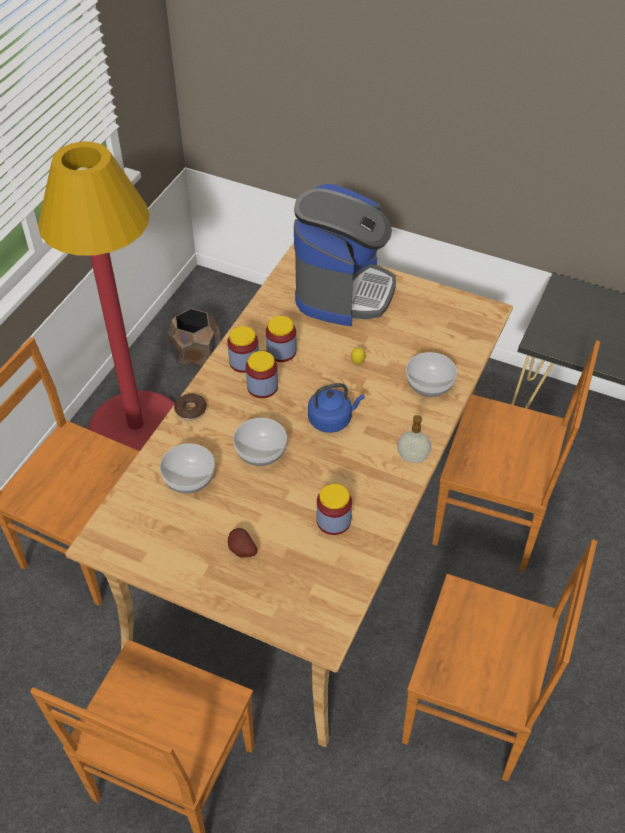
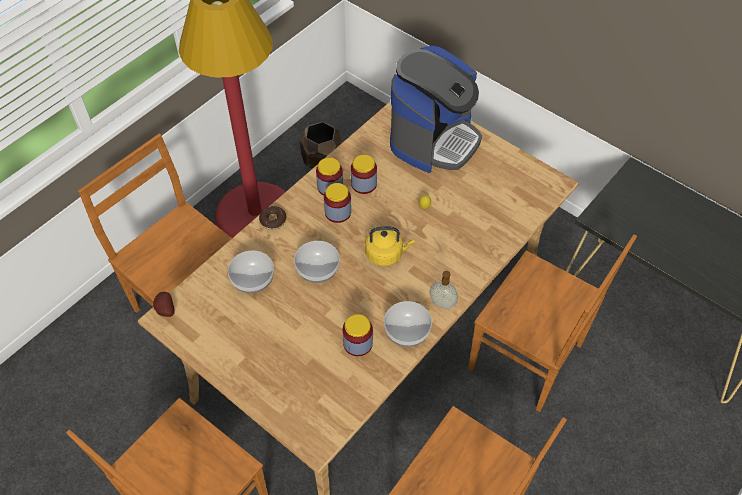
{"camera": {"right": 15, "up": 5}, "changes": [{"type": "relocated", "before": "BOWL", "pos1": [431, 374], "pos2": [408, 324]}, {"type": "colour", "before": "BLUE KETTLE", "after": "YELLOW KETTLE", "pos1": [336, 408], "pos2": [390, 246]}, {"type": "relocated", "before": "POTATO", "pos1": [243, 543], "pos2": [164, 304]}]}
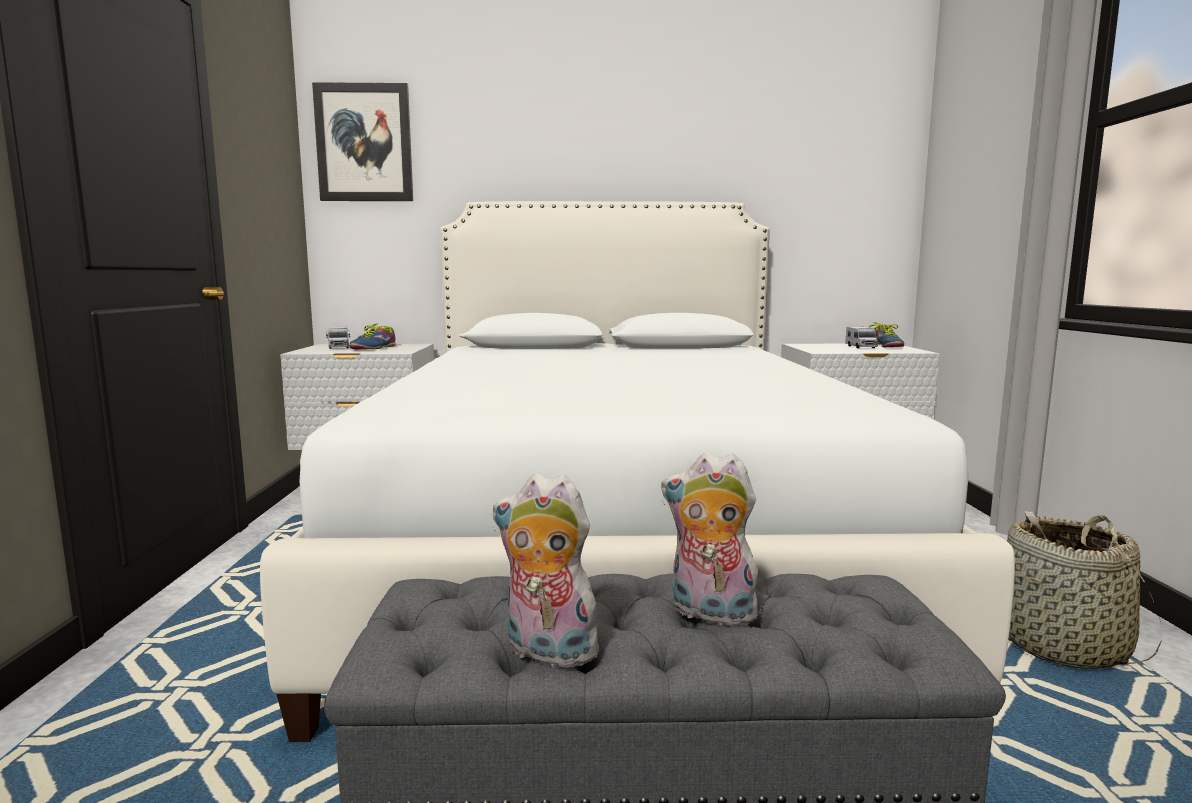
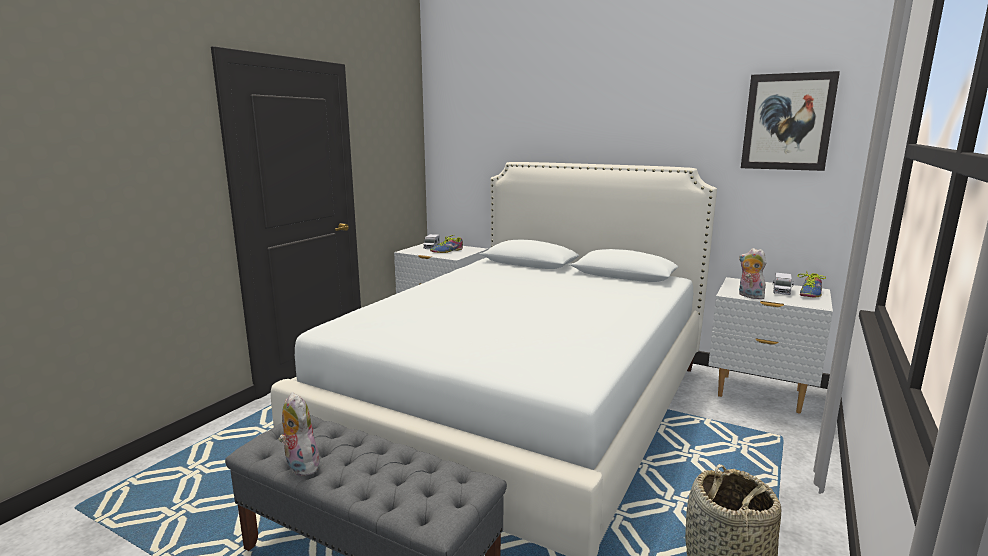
{"camera": {"right": 30, "up": 5}, "changes": [{"type": "relocated", "before": "PICTURE", "pos1": [362, 141], "pos2": [790, 121]}, {"type": "relocated", "before": "PLUSH TOY", "pos1": [711, 539], "pos2": [753, 273]}]}
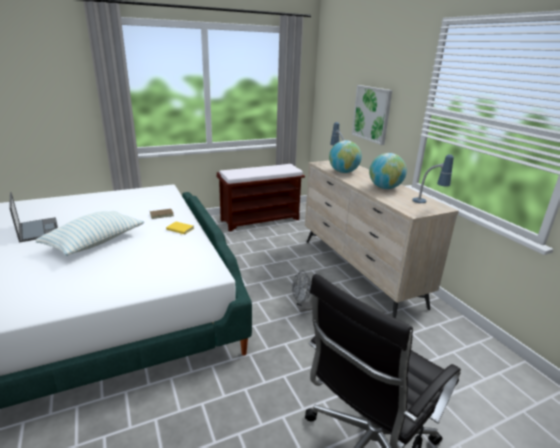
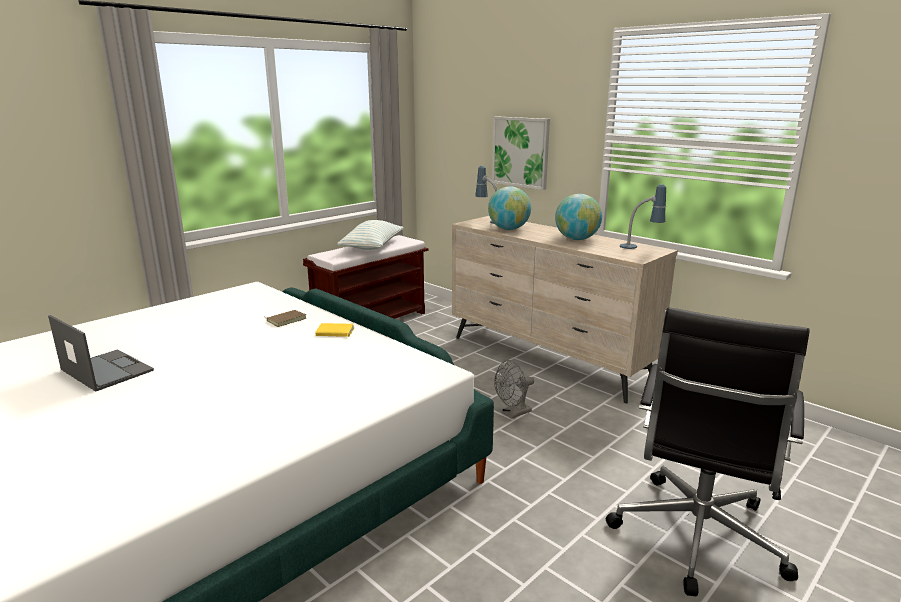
{"camera": {"right": -20, "up": -5}, "changes": [{"type": "relocated", "before": "PILLOW", "pos1": [90, 233], "pos2": [370, 235]}]}
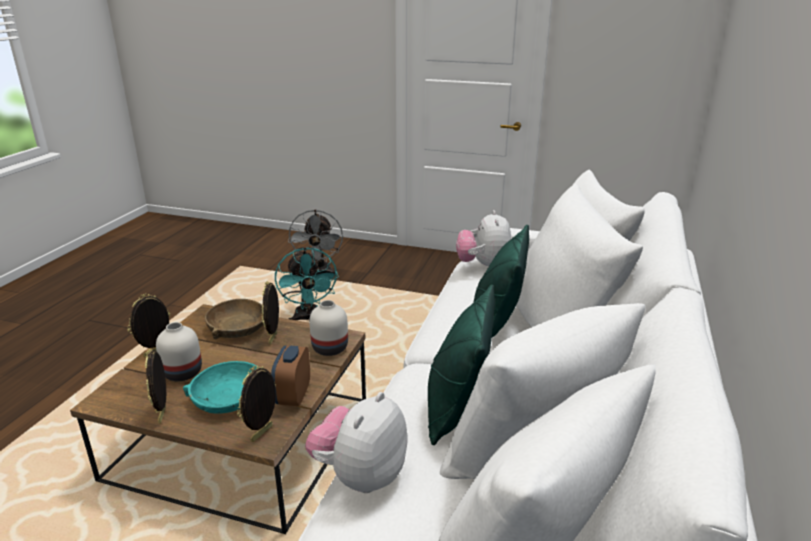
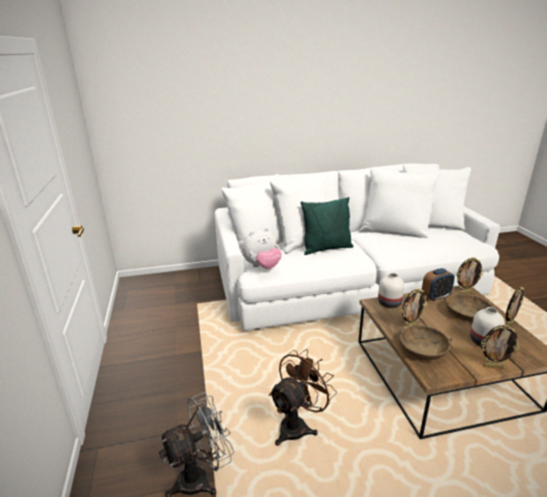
{"camera": {"right": -120, "up": 0}, "changes": [{"type": "colour", "before": "TURQUOISE FAN", "after": "BROWN FAN", "pos1": [307, 283], "pos2": [303, 397]}, {"type": "missing", "before": "GREEN PILLOW", "pos1": [461, 365]}, {"type": "colour", "before": "TURQUOISE BOWL", "after": "BROWN BOWL", "pos1": [220, 387], "pos2": [469, 308]}, {"type": "missing", "before": "PLUSH TOY", "pos1": [356, 442]}]}
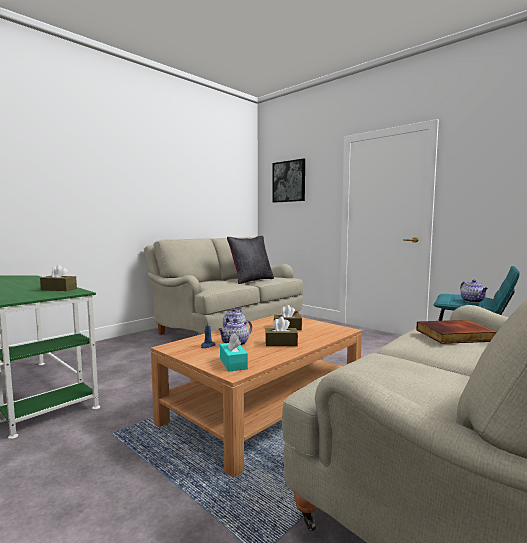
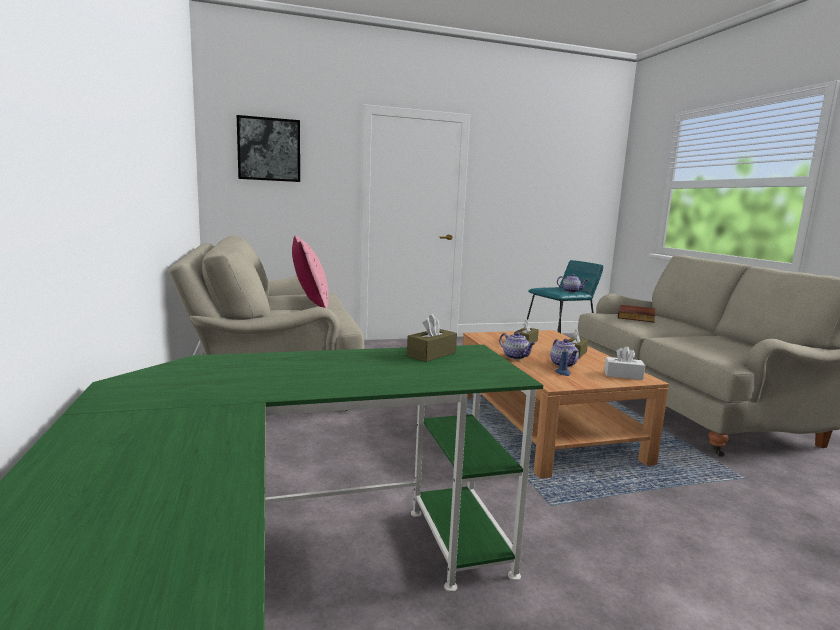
{"camera": {"right": -60, "up": 5}, "changes": [{"type": "colour", "before": "BLACK PILLOW", "after": "PINK PILLOW", "pos1": [250, 260], "pos2": [310, 272]}, {"type": "colour", "before": "TURQUOISE TISSUE BOX", "after": "WHITE TISSUE BOX", "pos1": [234, 352], "pos2": [624, 363]}]}
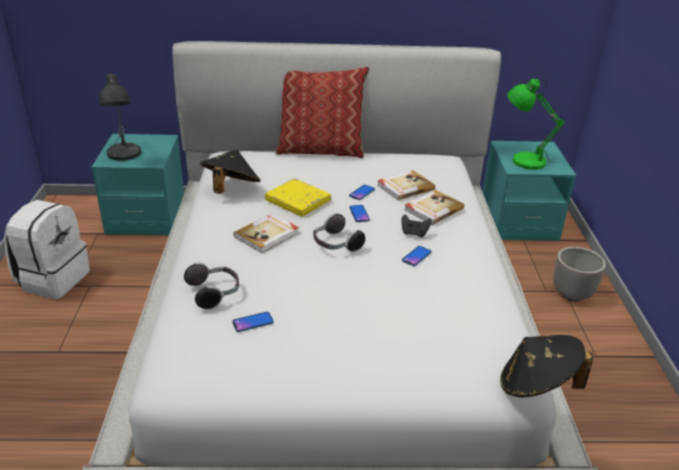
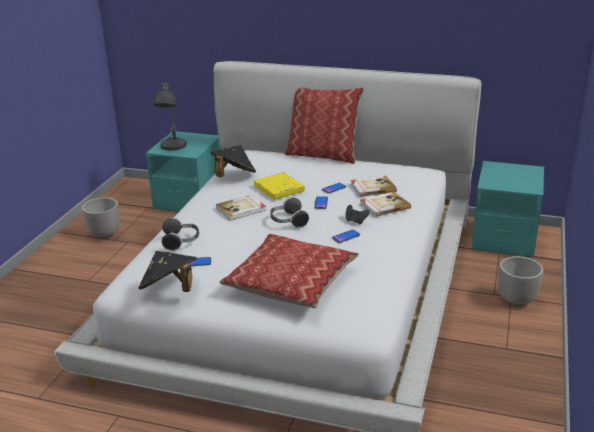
{"camera": {"right": 20, "up": -5}, "changes": [{"type": "missing", "before": "GREEN TABLE LAMP", "pos1": [536, 124]}, {"type": "exchanged", "before": "WHITE BACKPACK", "after": "PLANTER", "pos1": [47, 249], "pos2": [101, 218]}, {"type": "relocated", "before": "BLACK HAT", "pos1": [546, 366], "pos2": [167, 271]}, {"type": "appeared", "after": "PILLOW", "pos2": [289, 271]}]}
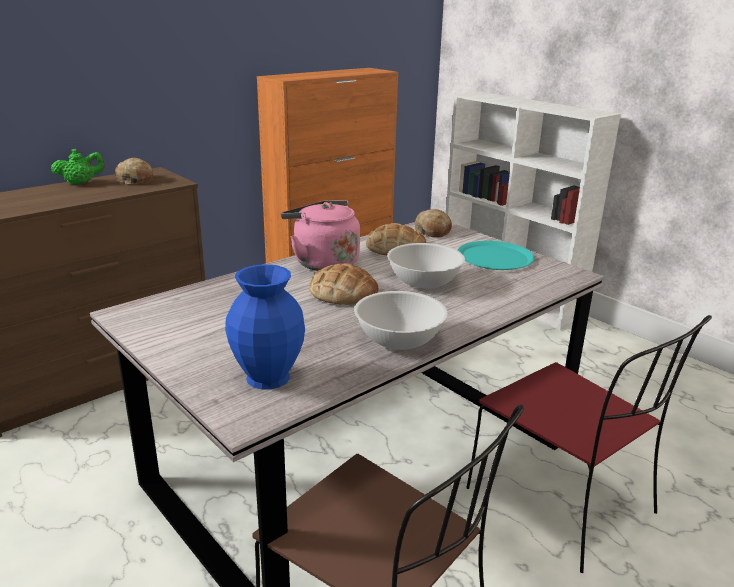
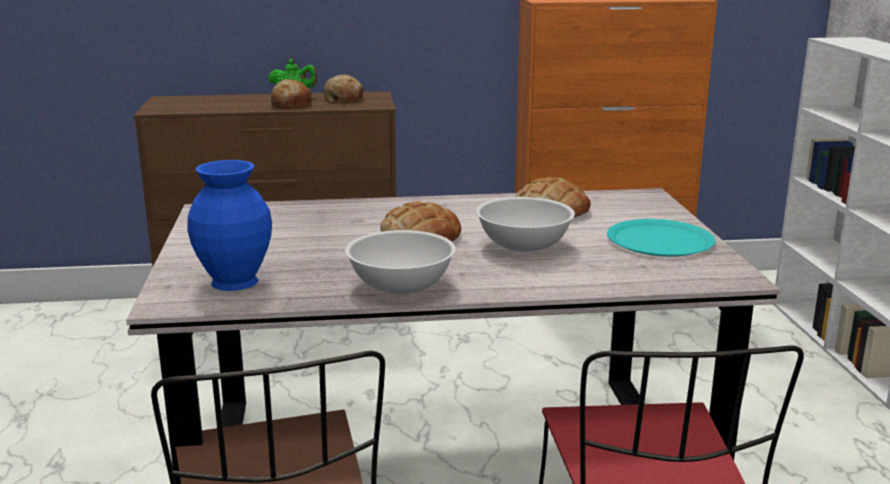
{"camera": {"right": 35, "up": -5}, "changes": [{"type": "missing", "before": "PINK KETTLE", "pos1": [320, 235]}, {"type": "relocated", "before": "BREAD", "pos1": [433, 223], "pos2": [291, 94]}]}
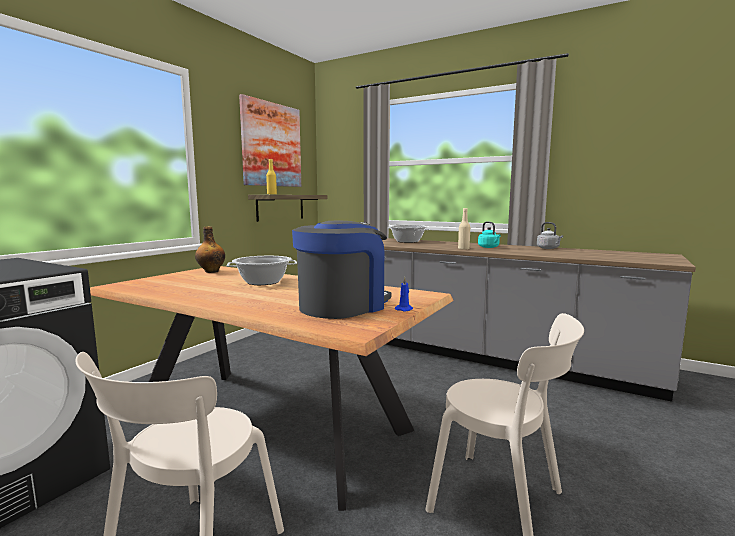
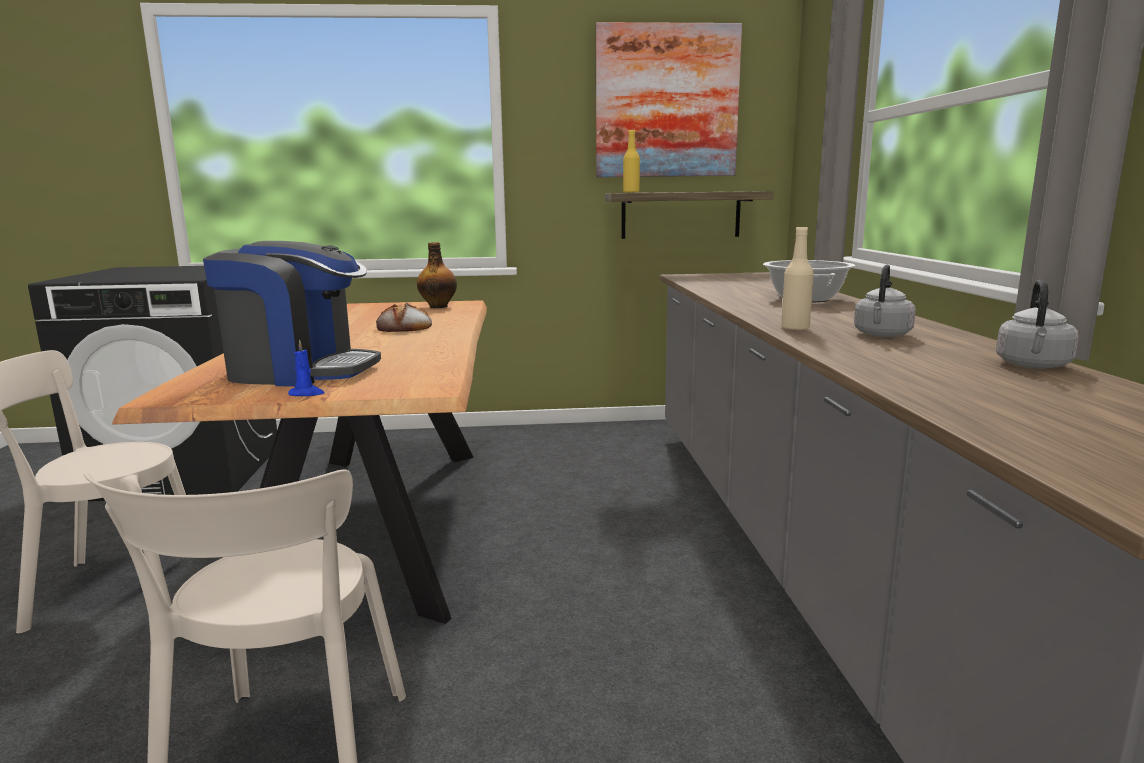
{"camera": {"right": 55, "up": 5}, "changes": [{"type": "colour", "before": "TURQUOISE KETTLE", "after": "GREY KETTLE", "pos1": [489, 234], "pos2": [885, 301]}, {"type": "exchanged", "before": "COOKING POT", "after": "BREAD", "pos1": [261, 270], "pos2": [404, 317]}]}
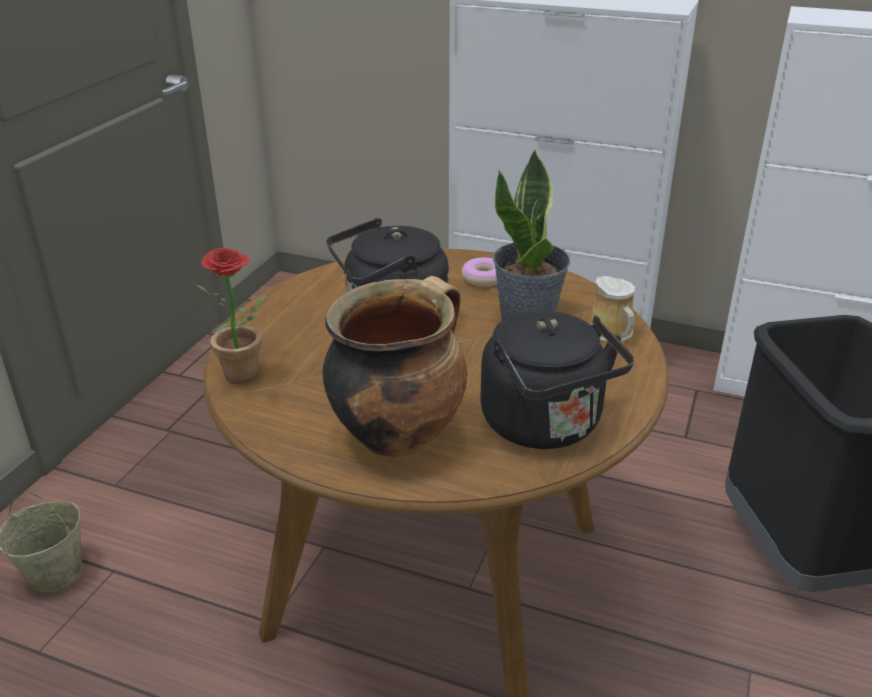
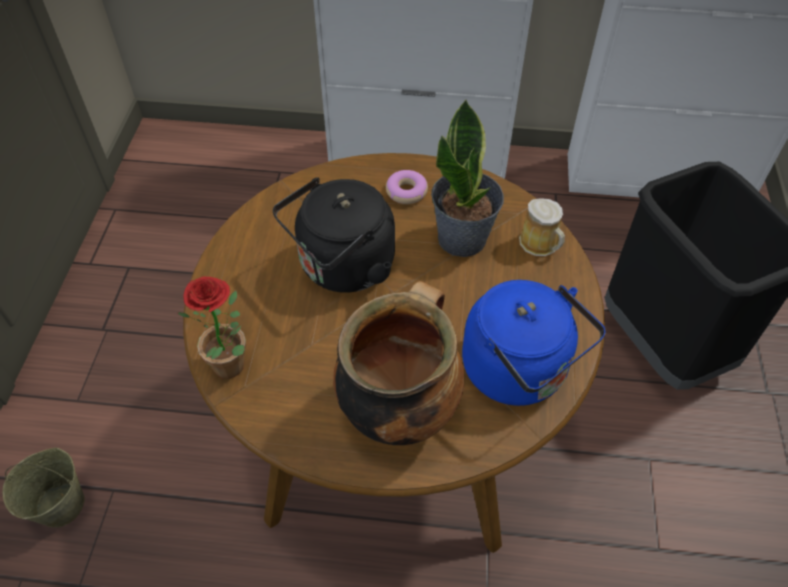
{"camera": {"right": -15, "up": 20}, "changes": [{"type": "colour", "before": "BLACK KETTLE", "after": "BLUE KETTLE", "pos1": [557, 380], "pos2": [534, 343]}]}
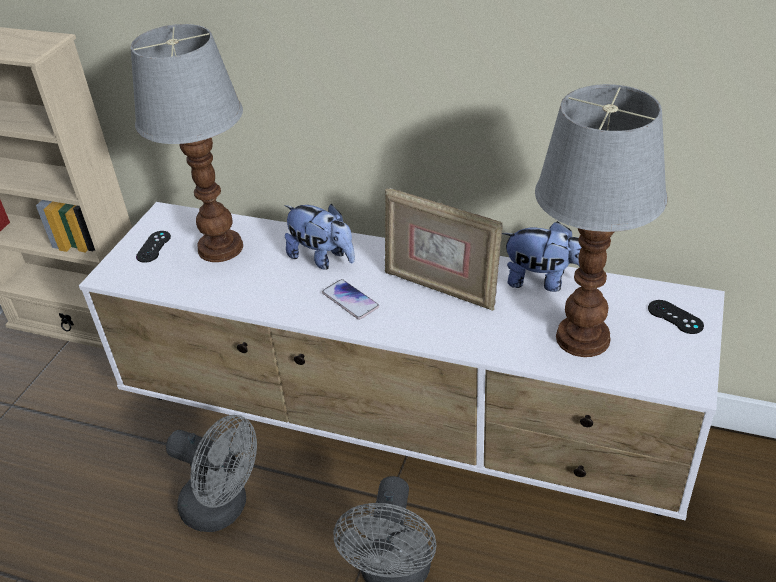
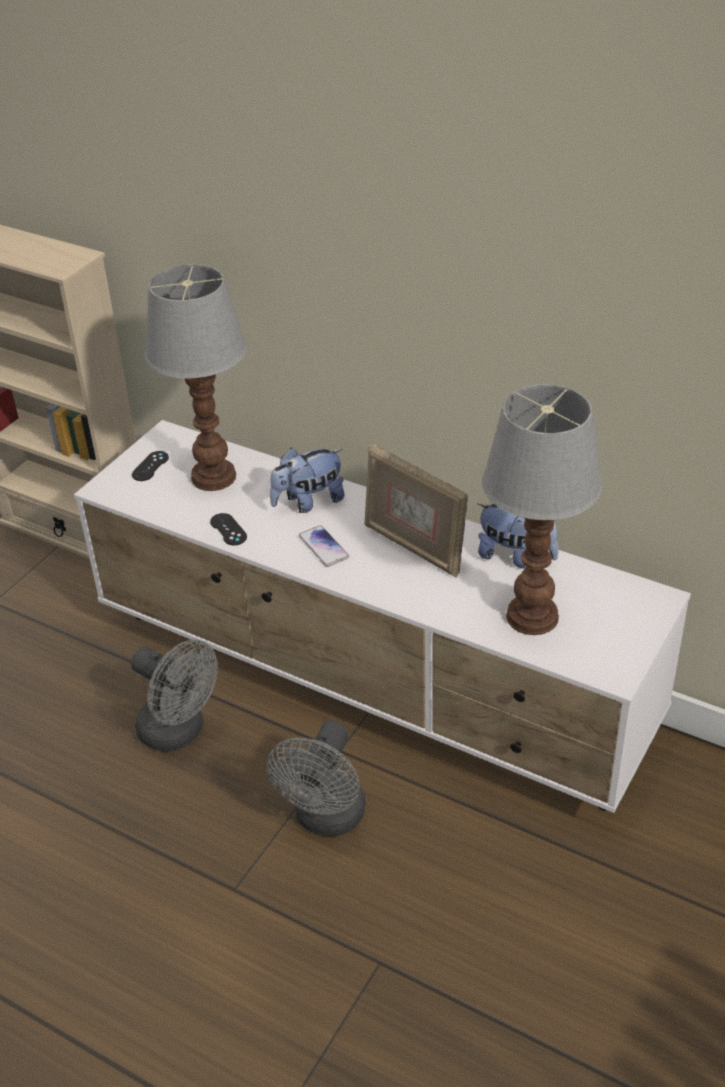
{"camera": {"right": 10, "up": 0}, "changes": [{"type": "spun", "before": "PLUSH TOY", "pos1": [319, 237], "pos2": [307, 480], "turn": 105}, {"type": "relocated", "before": "BLACK GAME CONTROLLER", "pos1": [676, 317], "pos2": [228, 529]}]}
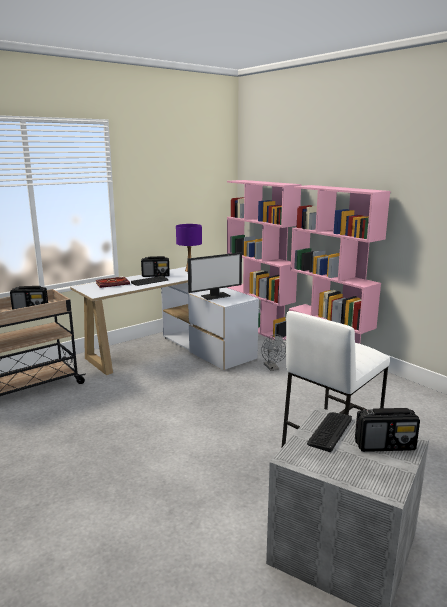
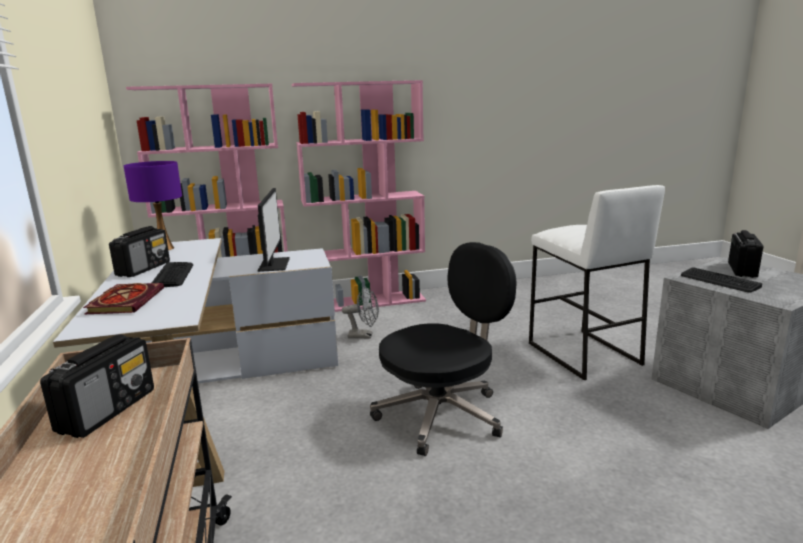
{"camera": {"right": -65, "up": 0}, "changes": [{"type": "appeared", "after": "BLACK OFFICE CHAIR", "pos2": [443, 349]}]}
